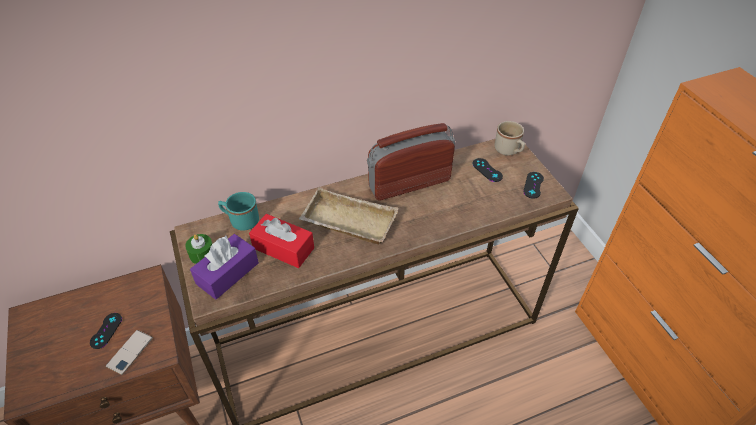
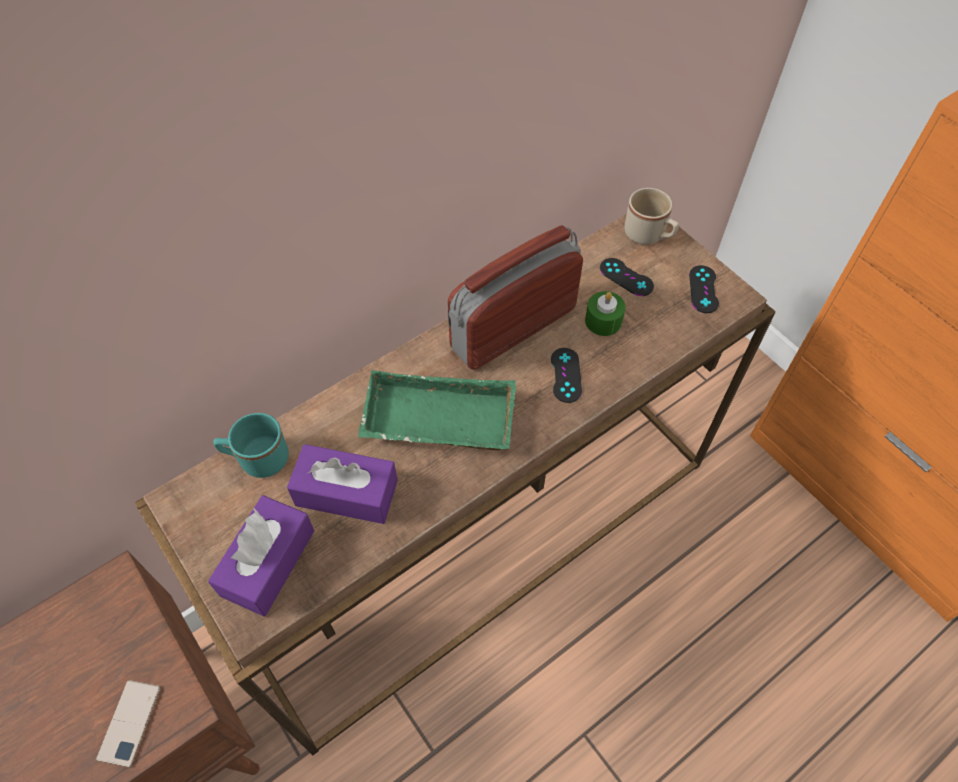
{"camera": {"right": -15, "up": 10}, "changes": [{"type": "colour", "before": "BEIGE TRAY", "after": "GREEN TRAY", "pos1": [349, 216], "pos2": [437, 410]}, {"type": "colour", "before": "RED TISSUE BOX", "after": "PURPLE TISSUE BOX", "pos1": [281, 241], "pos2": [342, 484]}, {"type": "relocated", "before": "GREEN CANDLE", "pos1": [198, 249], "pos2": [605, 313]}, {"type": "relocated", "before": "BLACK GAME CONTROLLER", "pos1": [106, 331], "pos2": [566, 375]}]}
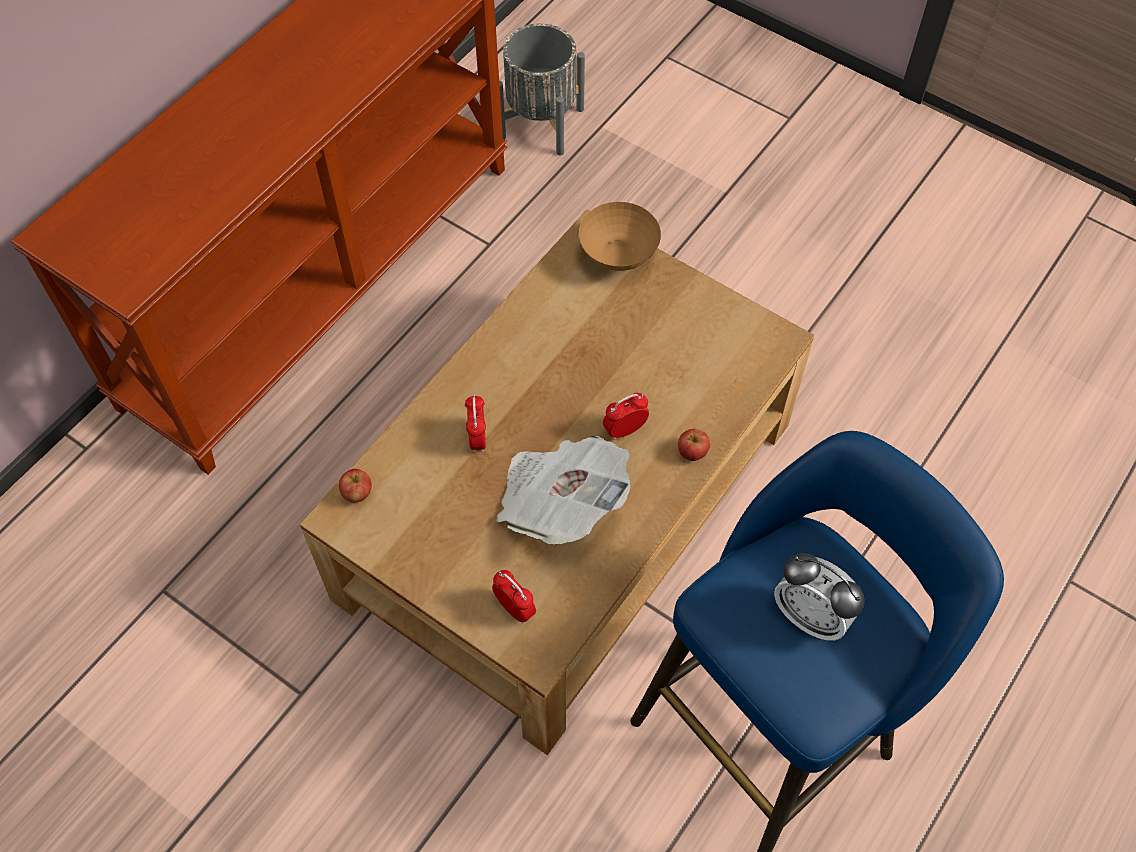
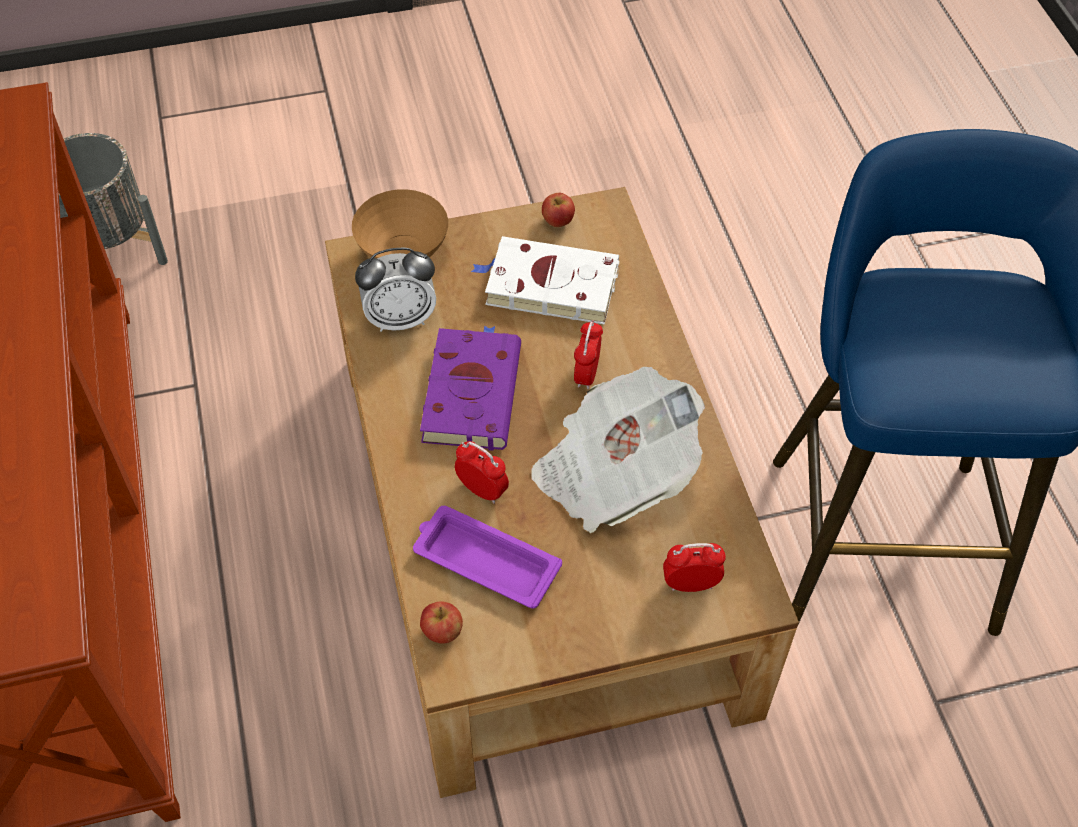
{"camera": {"right": -50, "up": -5}, "changes": [{"type": "relocated", "before": "APPLE", "pos1": [694, 445], "pos2": [558, 210]}, {"type": "relocated", "before": "ALARM CLOCK", "pos1": [819, 597], "pos2": [395, 290]}, {"type": "appeared", "after": "WHITE BOOK", "pos2": [545, 280]}, {"type": "appeared", "after": "PURPLE BOOK", "pos2": [470, 388]}, {"type": "appeared", "after": "PURPLE TRAY", "pos2": [487, 557]}]}
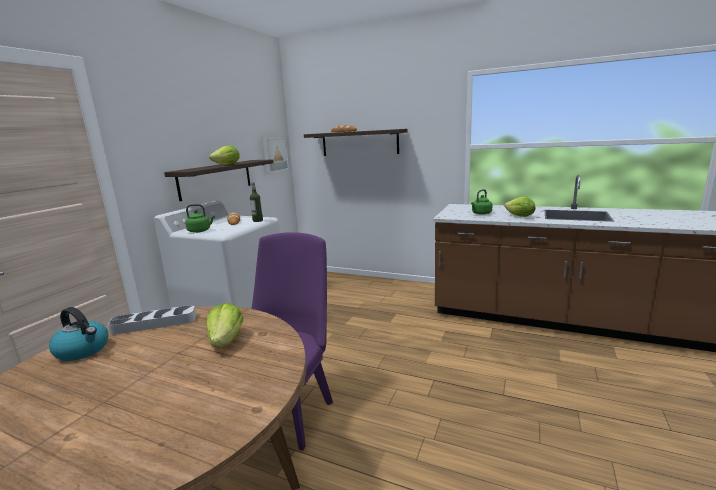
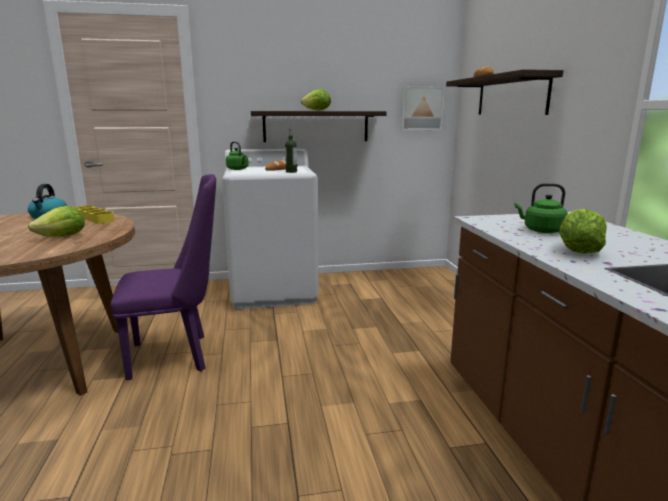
{"camera": {"right": 55, "up": 0}, "changes": [{"type": "colour", "before": "GREY TRAY", "after": "YELLOW TRAY", "pos1": [152, 320], "pos2": [94, 214]}]}
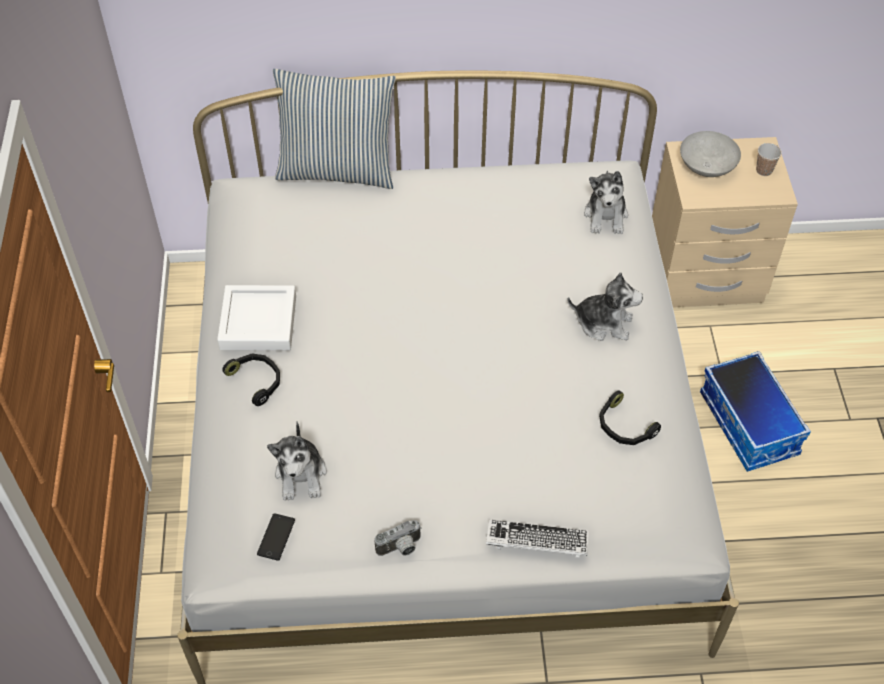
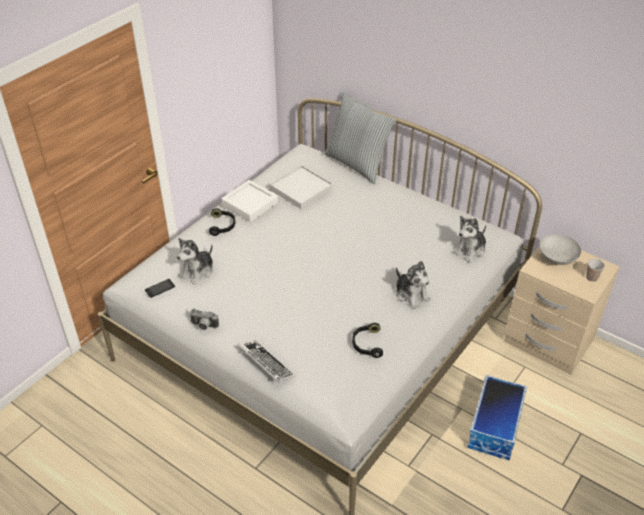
{"camera": {"right": 40, "up": -10}, "changes": [{"type": "appeared", "after": "WHITE TRAY", "pos2": [301, 187]}]}
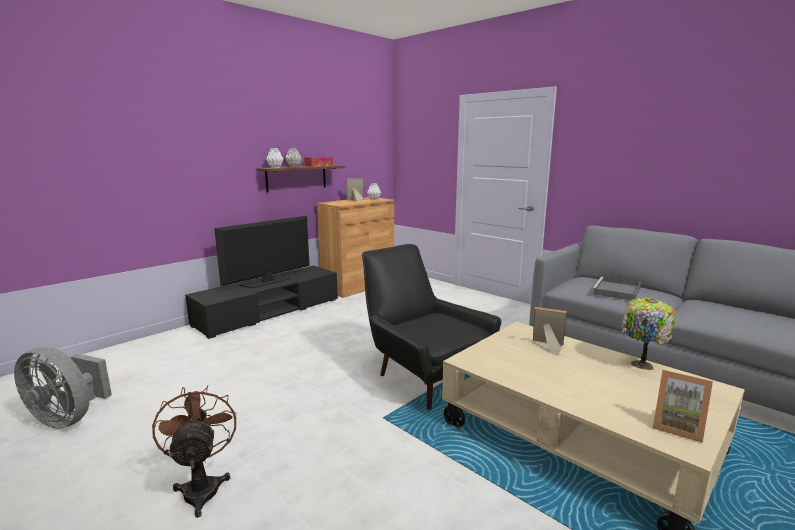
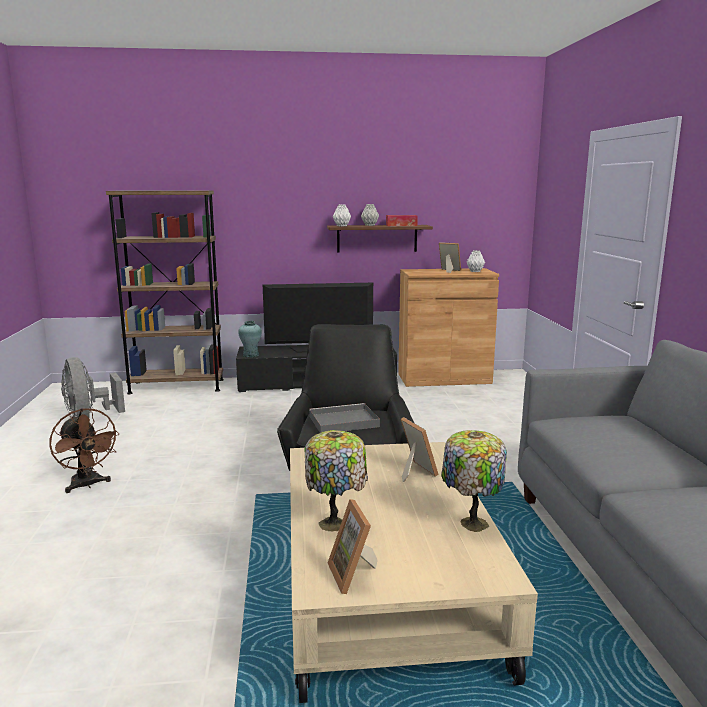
{"camera": {"right": 40, "up": 0}, "changes": [{"type": "relocated", "before": "GREY TRAY", "pos1": [616, 288], "pos2": [344, 418]}, {"type": "spun", "before": "BROWN FAN", "pos1": [194, 451], "pos2": [84, 450], "turn": 120}, {"type": "appeared", "after": "BROWN BOOKCASE", "pos2": [165, 292]}, {"type": "appeared", "after": "TURQUOISE VASE", "pos2": [250, 339]}, {"type": "appeared", "after": "TABLE LAMP", "pos2": [336, 480]}]}
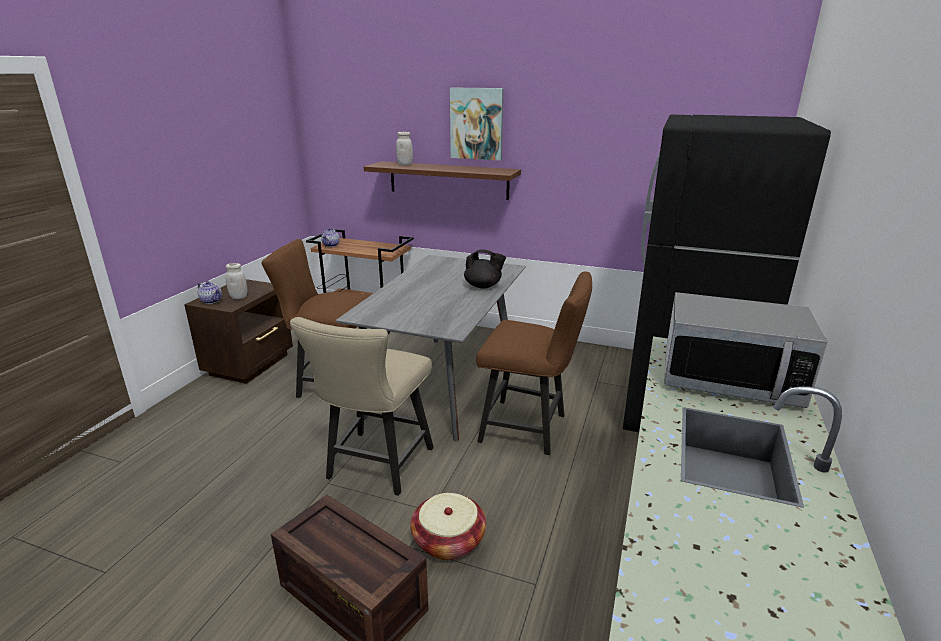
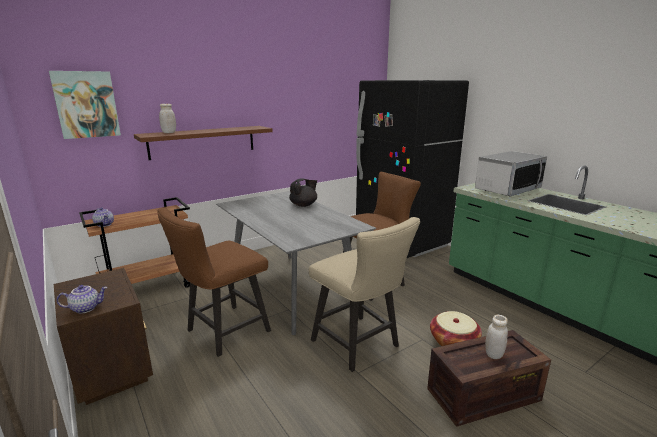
{"camera": {"right": -55, "up": -5}, "changes": [{"type": "relocated", "before": "PICTURE", "pos1": [477, 124], "pos2": [85, 105]}, {"type": "relocated", "before": "WHITE JAR", "pos1": [236, 281], "pos2": [496, 337]}]}
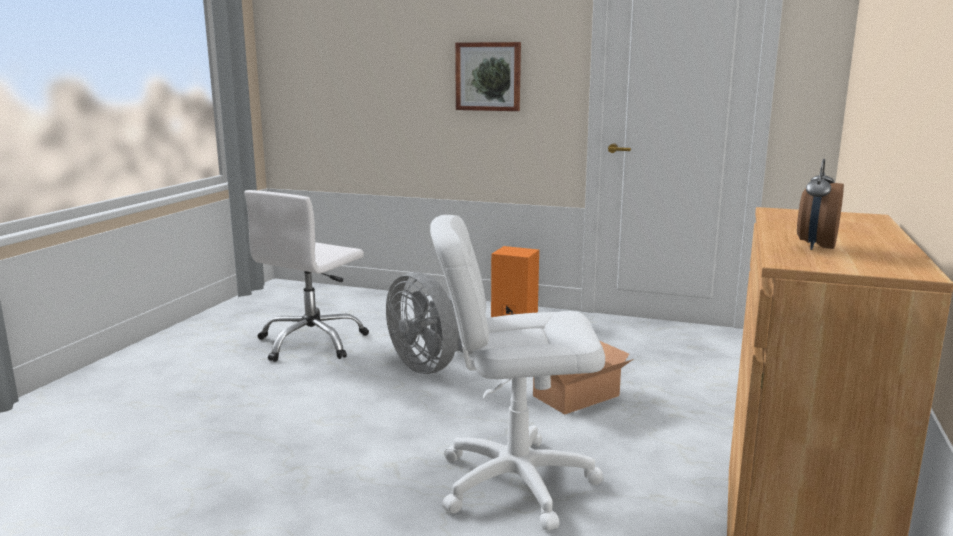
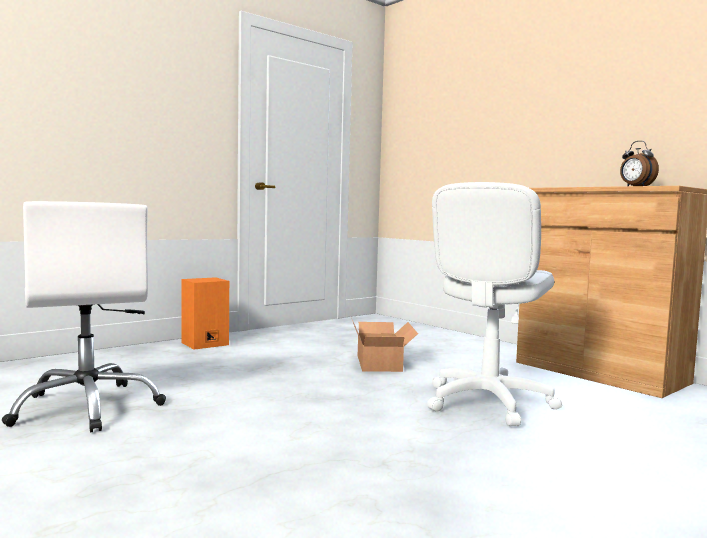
{"camera": {"right": -60, "up": -10}, "changes": [{"type": "missing", "before": "PICTURE", "pos1": [488, 76]}, {"type": "missing", "before": "GREY FAN", "pos1": [429, 323]}]}
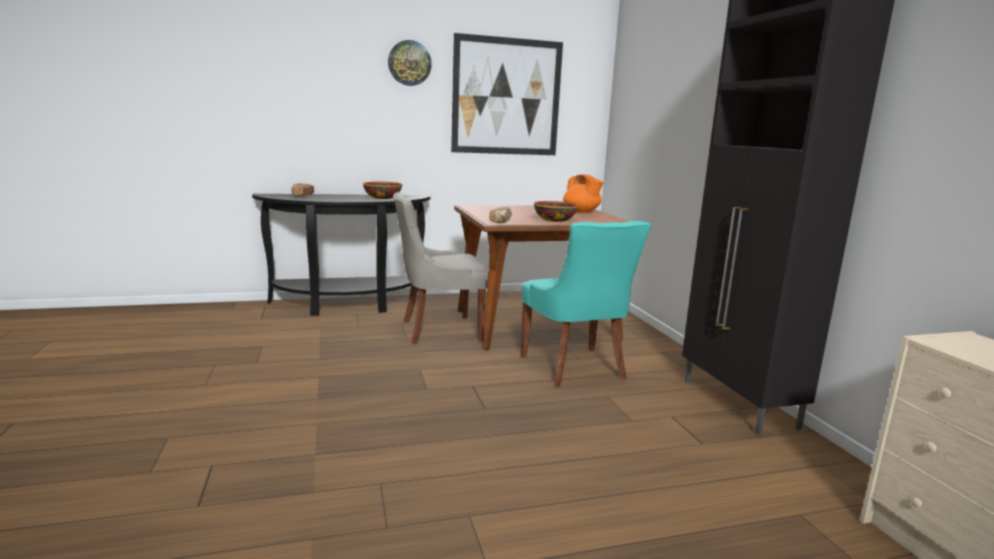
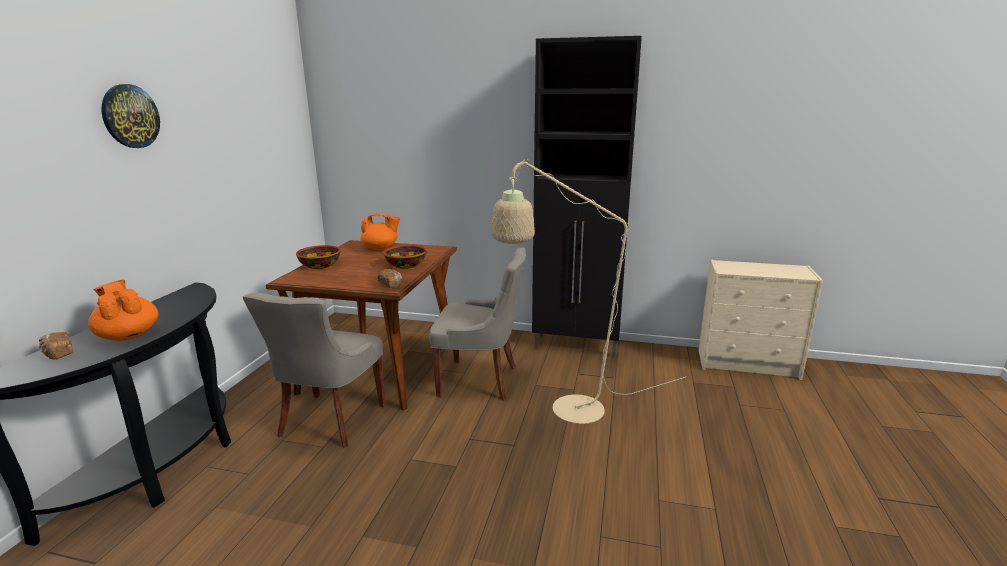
{"camera": {"right": -60, "up": 5}, "changes": [{"type": "missing", "before": "PICTURE", "pos1": [507, 94]}, {"type": "relocated", "before": "BOWL", "pos1": [382, 190], "pos2": [318, 257]}, {"type": "colour", "before": "TURQUOISE CHAIR", "after": "GREY CHAIR", "pos1": [586, 304], "pos2": [477, 324]}, {"type": "appeared", "after": "BEIGE FLOOR LAMP", "pos2": [588, 291]}, {"type": "appeared", "after": "ORANGE TEAPOT", "pos2": [123, 310]}]}
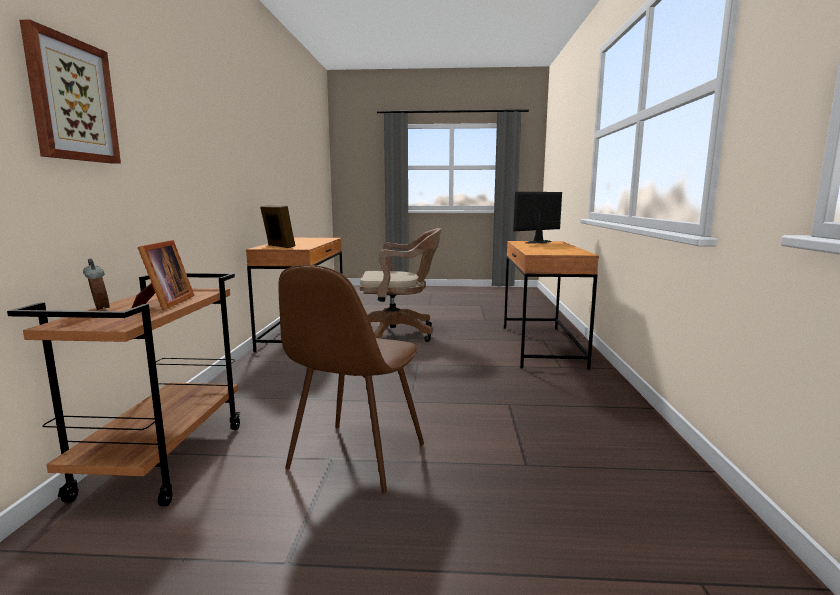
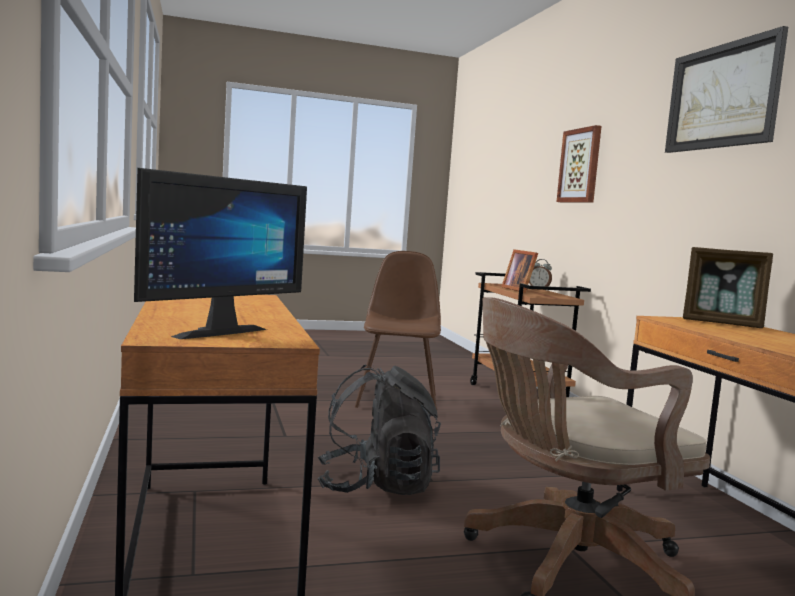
{"camera": {"right": 160, "up": -5}, "changes": [{"type": "appeared", "after": "PICTURE", "pos2": [726, 89]}, {"type": "appeared", "after": "BLACK BACKPACK", "pos2": [379, 430]}]}
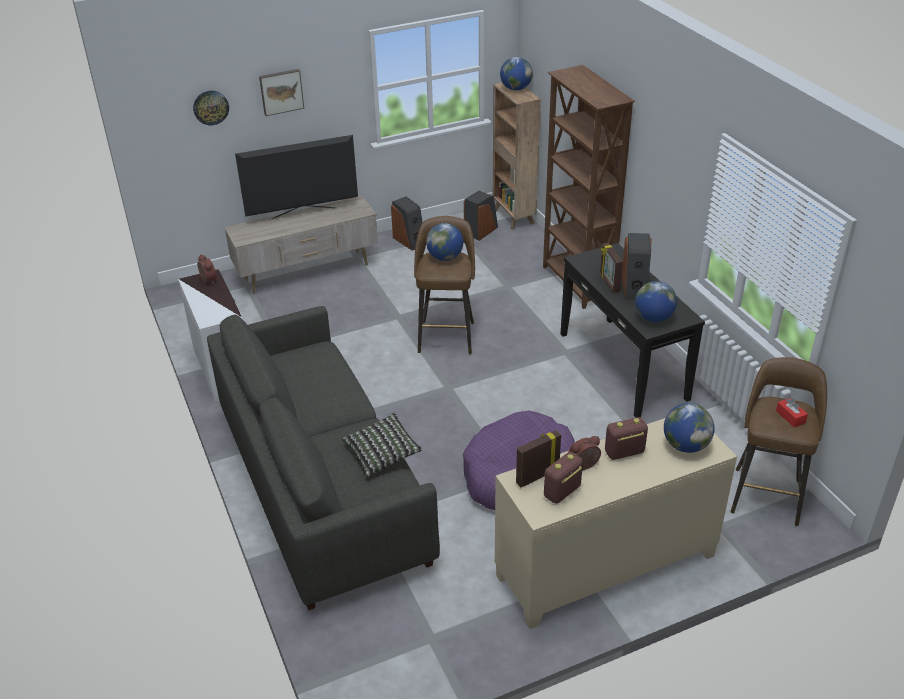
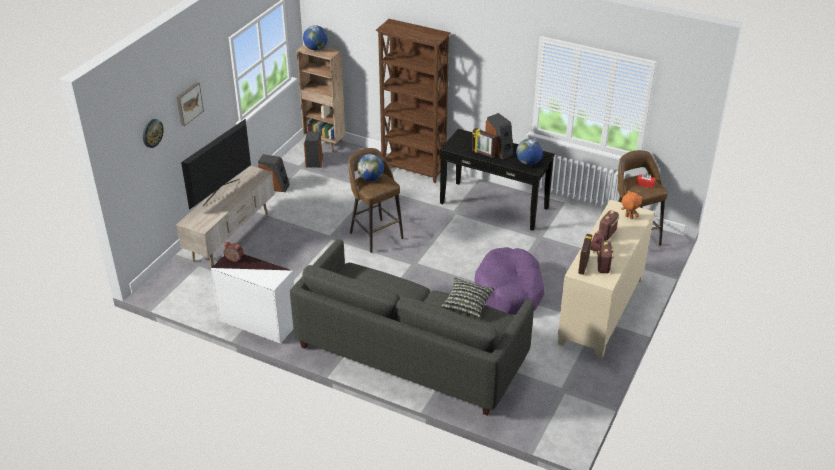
{"camera": {"right": -40, "up": 0}, "changes": [{"type": "exchanged", "before": "GLOBE", "after": "ORANGE PLUSH TOY", "pos1": [689, 428], "pos2": [631, 204]}]}
